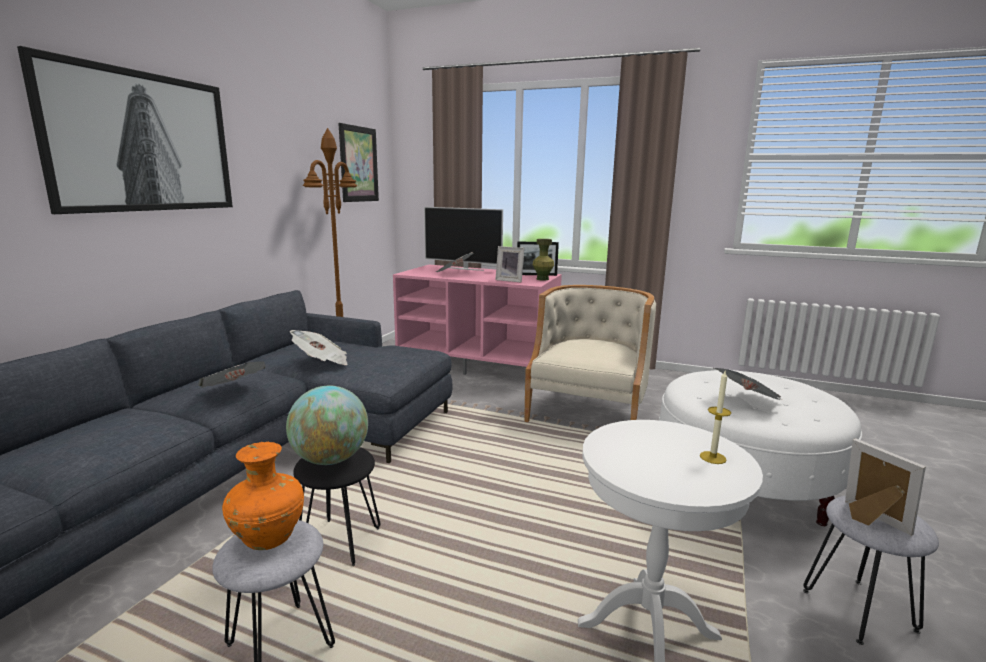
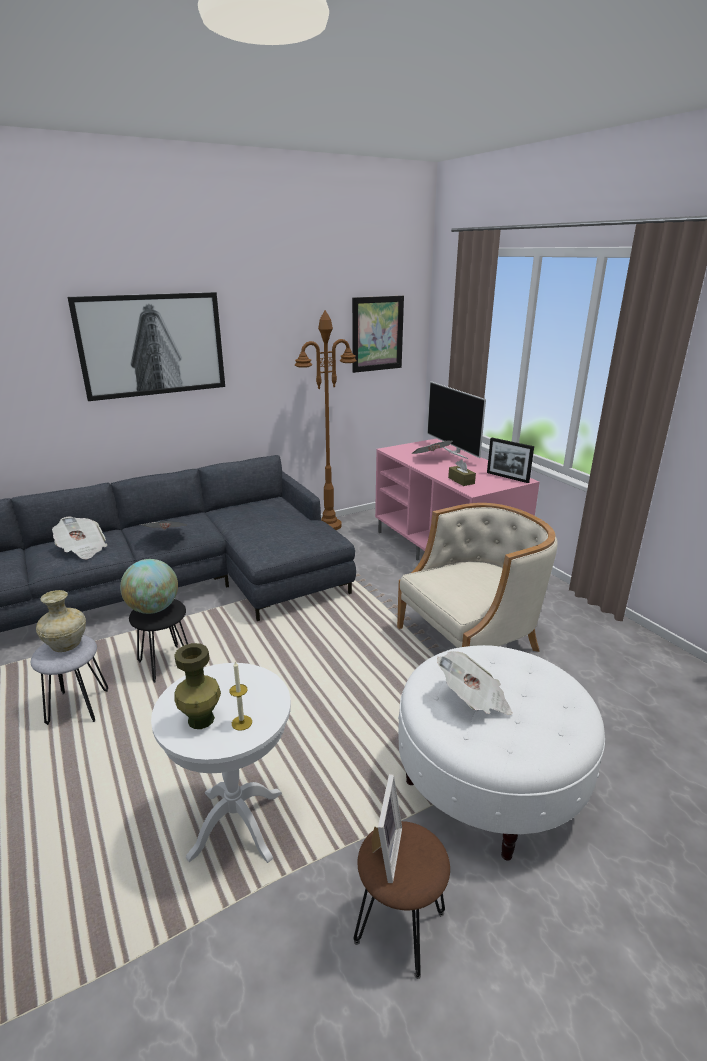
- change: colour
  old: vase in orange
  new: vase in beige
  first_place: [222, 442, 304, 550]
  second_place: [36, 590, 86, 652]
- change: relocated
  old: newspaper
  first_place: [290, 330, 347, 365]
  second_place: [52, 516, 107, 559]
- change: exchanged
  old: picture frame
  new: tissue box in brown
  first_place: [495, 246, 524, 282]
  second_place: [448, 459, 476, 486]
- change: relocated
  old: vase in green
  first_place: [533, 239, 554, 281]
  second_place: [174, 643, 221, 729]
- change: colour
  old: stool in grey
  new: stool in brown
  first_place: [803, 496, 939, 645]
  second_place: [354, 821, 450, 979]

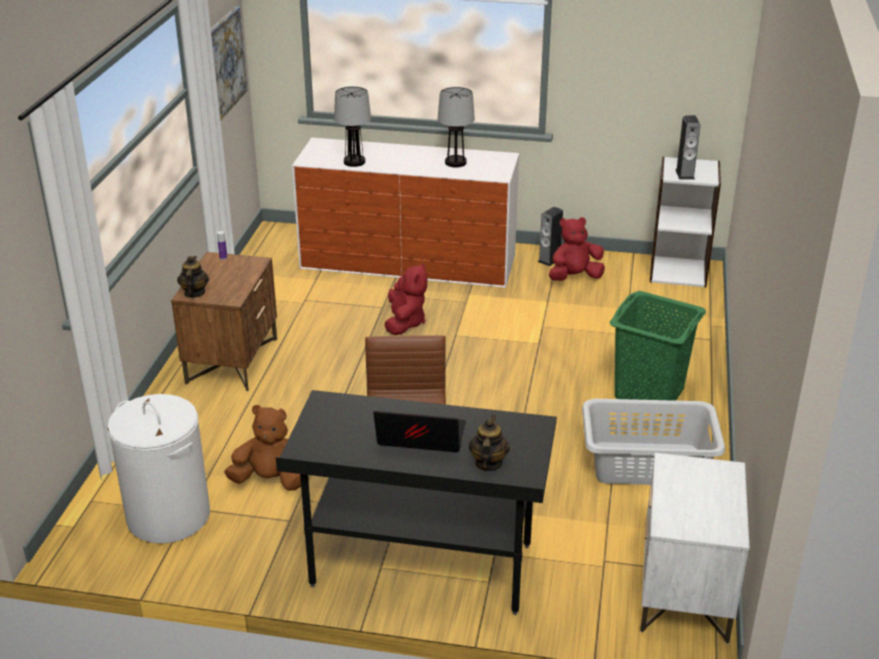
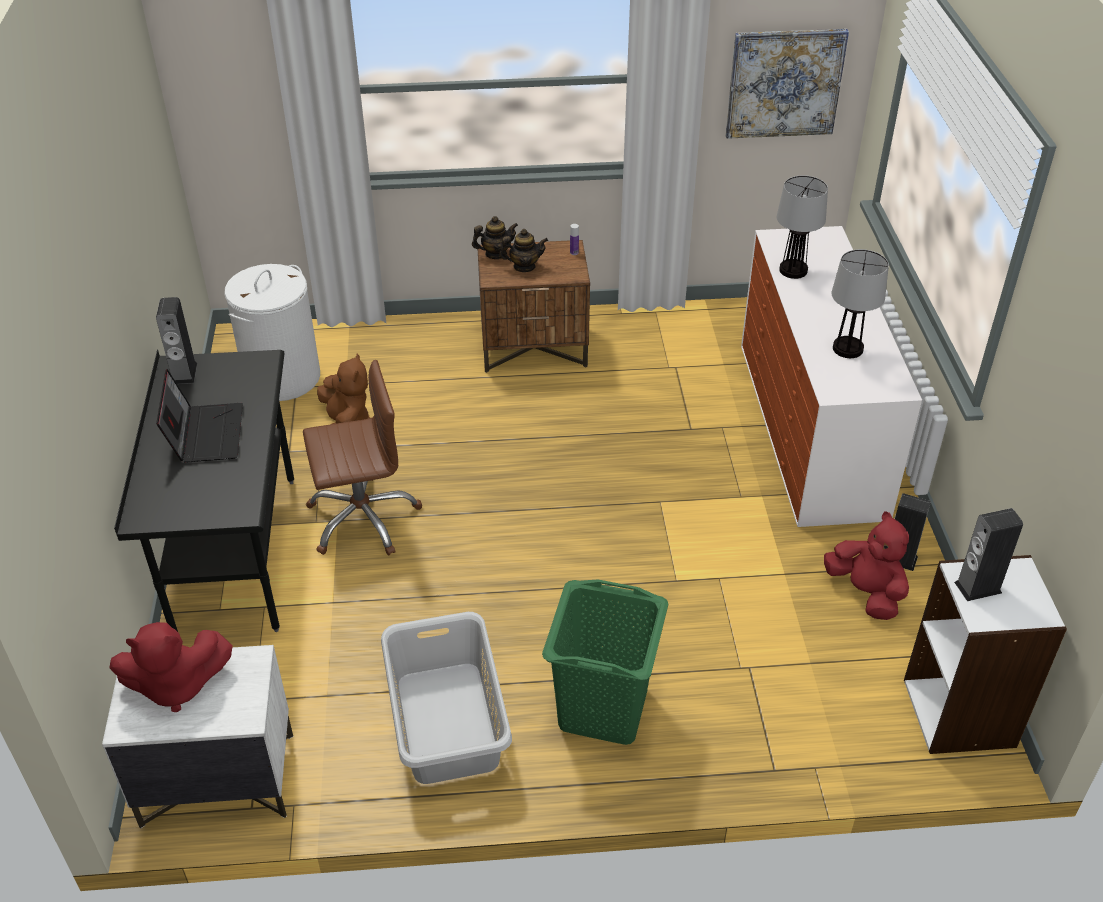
- change: relocated
  old: plush toy in red
  first_place: [384, 263, 427, 335]
  second_place: [109, 622, 233, 712]
- change: relocated
  old: teapot
  first_place: [469, 415, 510, 471]
  second_place: [499, 229, 548, 272]
- change: appeared
  new: speaker
  second_place: [156, 297, 197, 384]

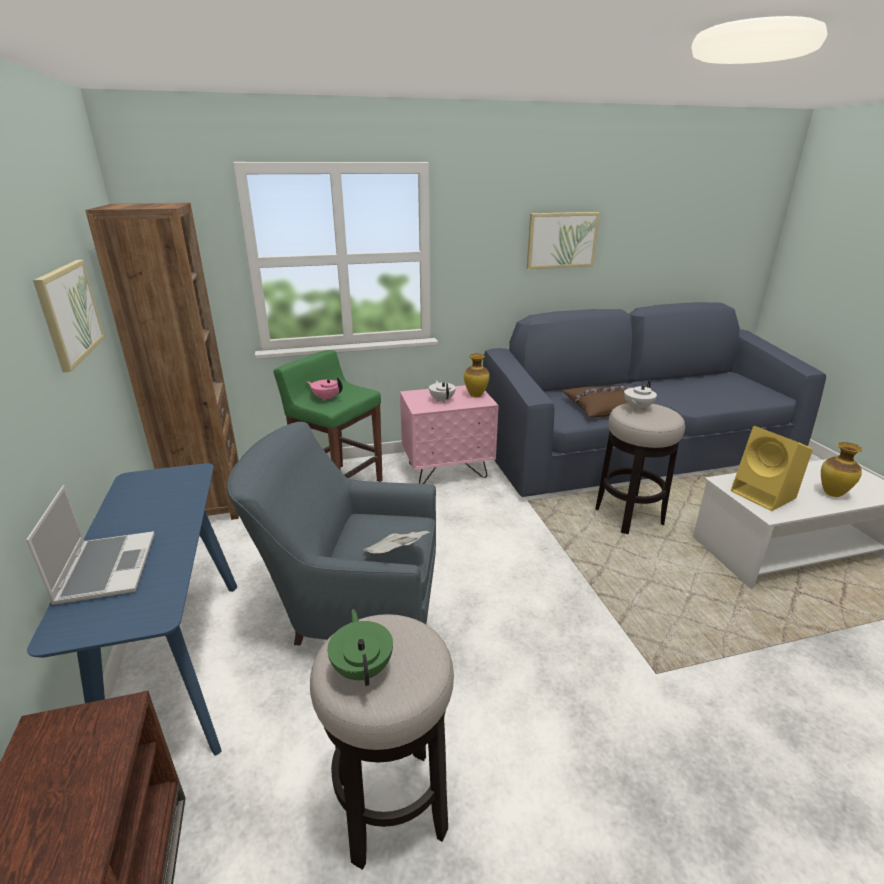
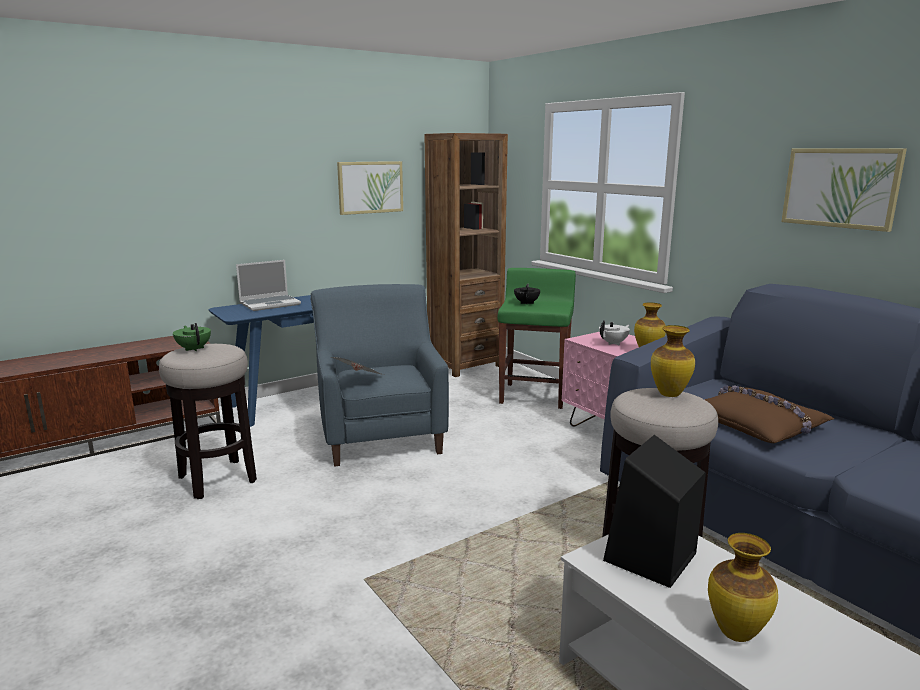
- change: colour
  old: teapot in pink
  new: teapot in black
  first_place: [306, 377, 343, 401]
  second_place: [514, 284, 540, 304]
- change: spun
  old: teapot in green
  first_place: [327, 610, 393, 686]
  second_place: [173, 323, 211, 351]
  degrees: -90
- change: exchanged
  old: teapot in white
  new: vase
  first_place: [624, 378, 657, 411]
  second_place: [651, 325, 695, 397]
- change: colour
  old: speaker in yellow
  new: speaker in black
  first_place: [731, 426, 813, 511]
  second_place: [603, 435, 706, 588]

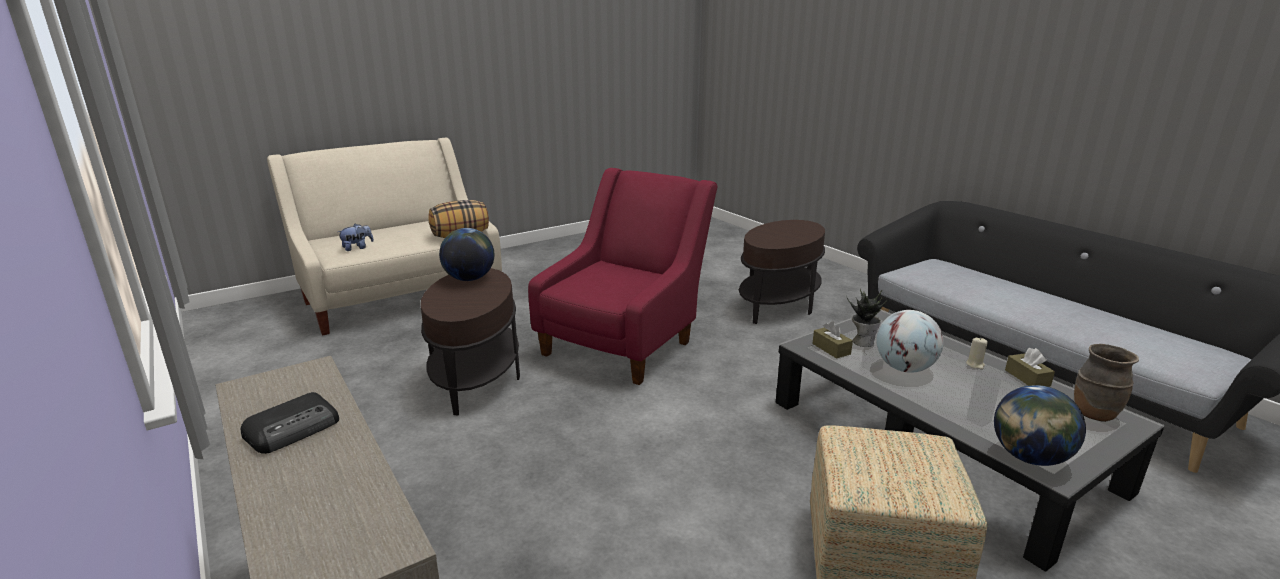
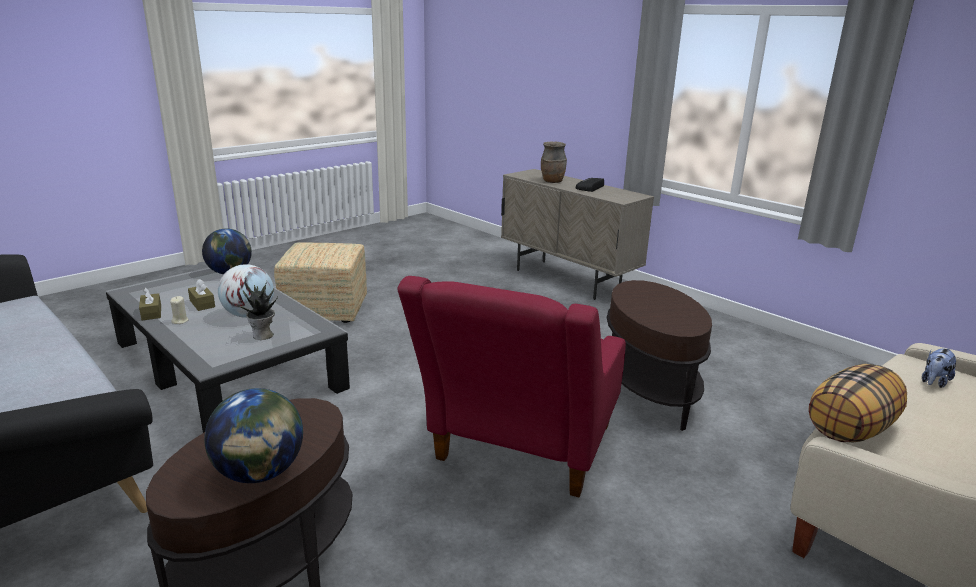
- change: relocated
  old: globe
  first_place: [439, 228, 494, 281]
  second_place: [204, 388, 303, 483]
- change: relocated
  old: tissue box in brown
  first_place: [812, 321, 853, 359]
  second_place: [188, 279, 215, 311]
- change: relocated
  old: vase in brown
  first_place: [1074, 344, 1139, 422]
  second_place: [541, 141, 567, 183]

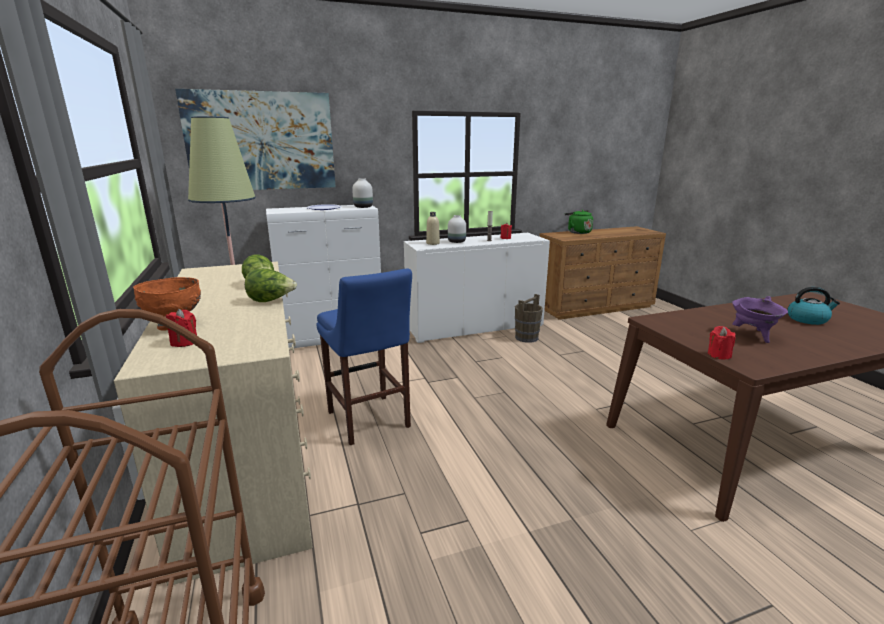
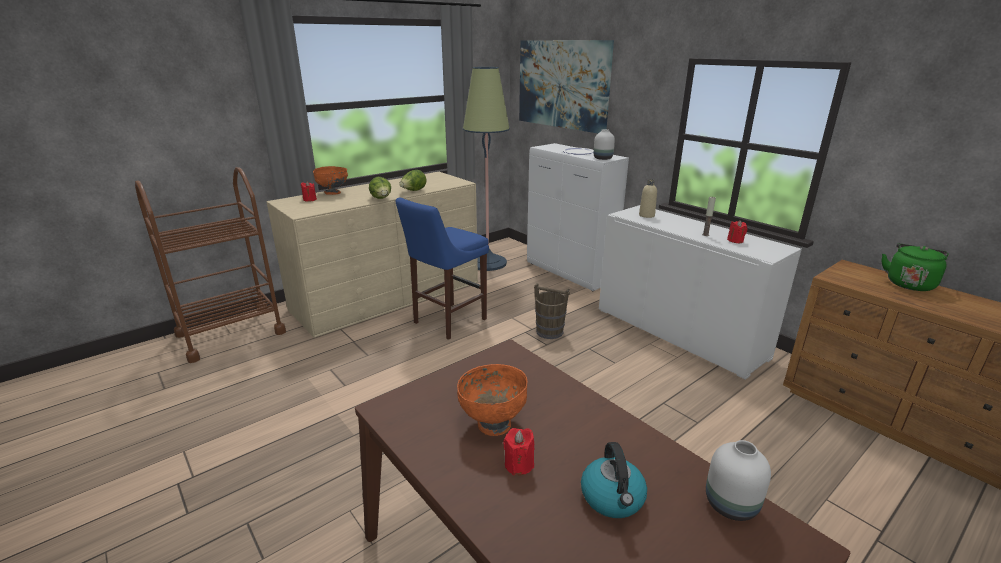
- change: relocated
  old: vase in white
  first_place: [448, 215, 466, 243]
  second_place: [706, 440, 771, 521]
- change: relocated
  old: bucket in brown
  first_place: [515, 294, 543, 343]
  second_place: [534, 283, 570, 339]
- change: relocated
  old: candle in red
  first_place: [708, 326, 736, 360]
  second_place: [503, 428, 534, 475]
- change: exchanged
  old: cooking pot in purple
  new: bowl in orange
  first_place: [732, 296, 788, 343]
  second_place: [457, 364, 527, 436]

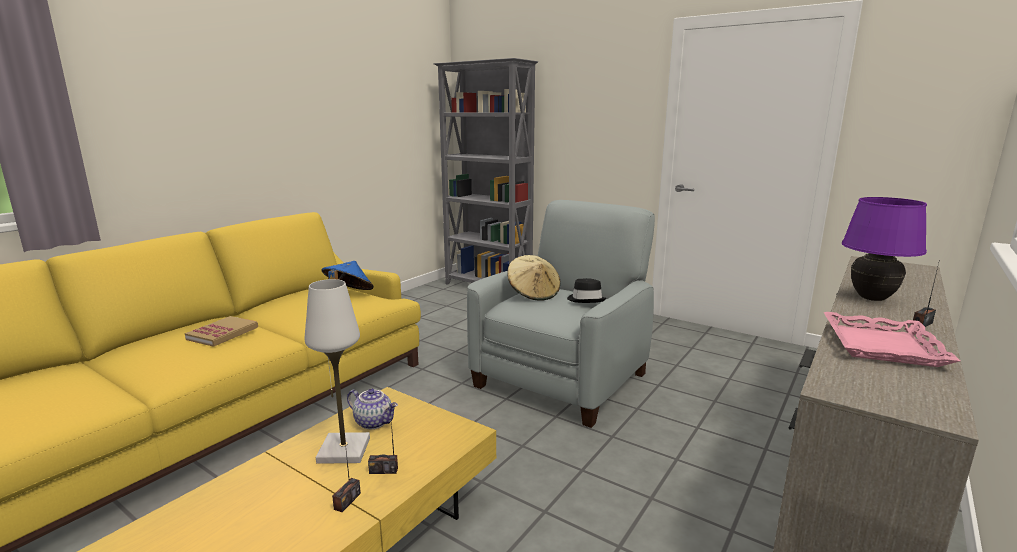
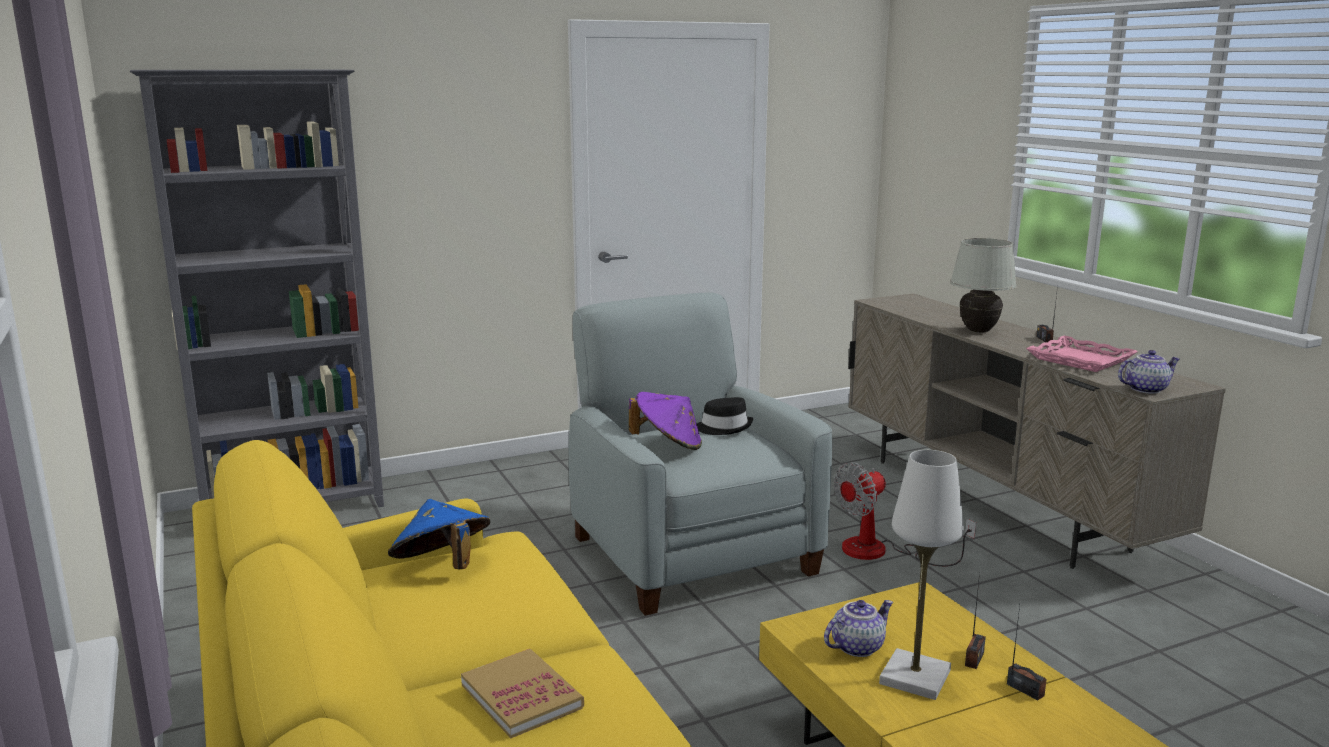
- change: colour
  old: hat in beige
  new: hat in purple
  first_place: [508, 255, 561, 301]
  second_place: [629, 392, 702, 450]
- change: colour
  old: table lamp in purple
  new: table lamp in white
  first_place: [841, 197, 927, 301]
  second_place: [950, 238, 1017, 333]
- change: appeared
  new: fan
  second_place: [833, 462, 976, 567]
- change: appeared
  new: teapot
  second_place: [1118, 350, 1180, 394]

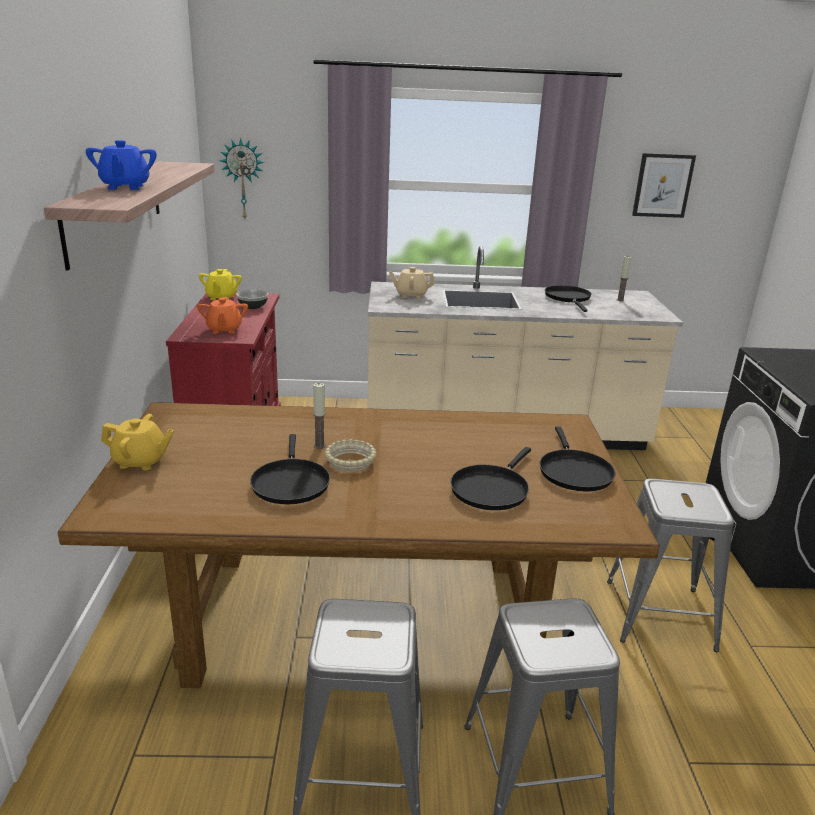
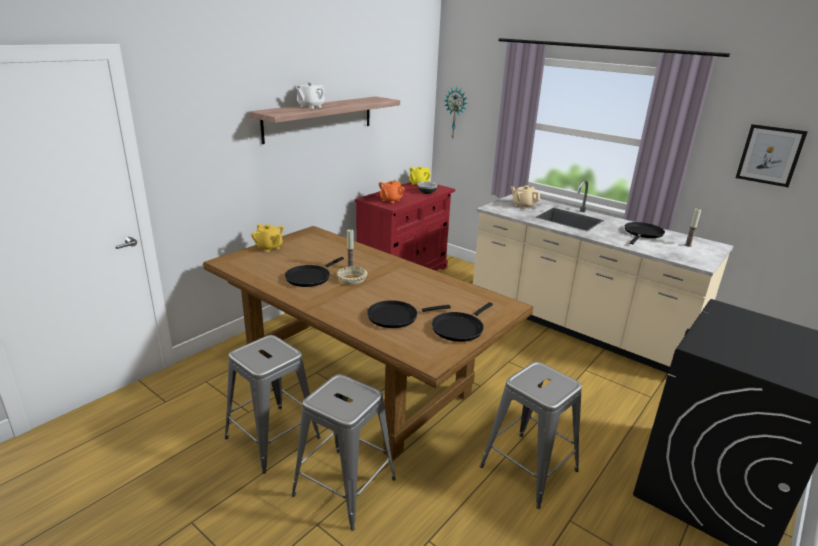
- change: colour
  old: teapot in blue
  new: teapot in white
  first_place: [86, 140, 157, 190]
  second_place: [296, 82, 325, 109]

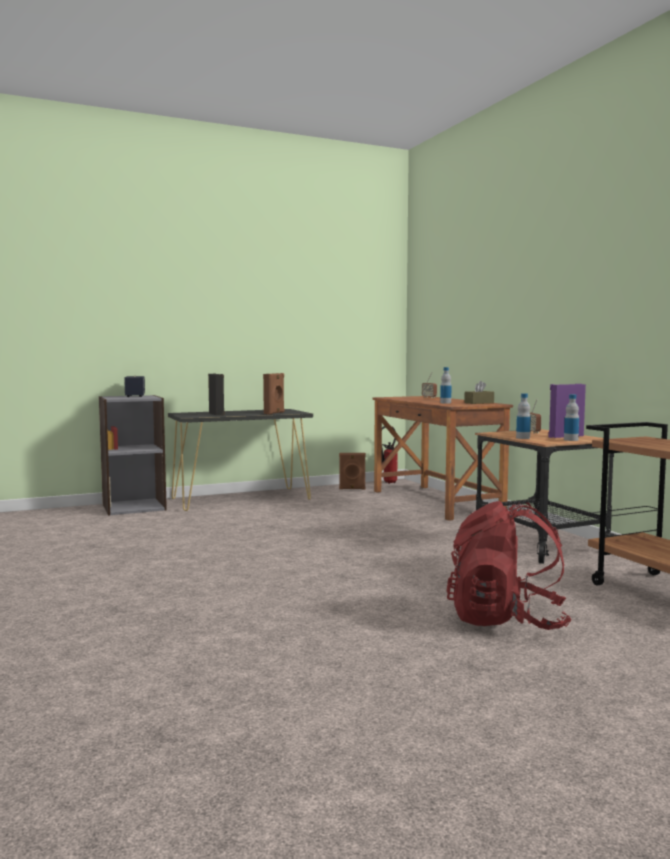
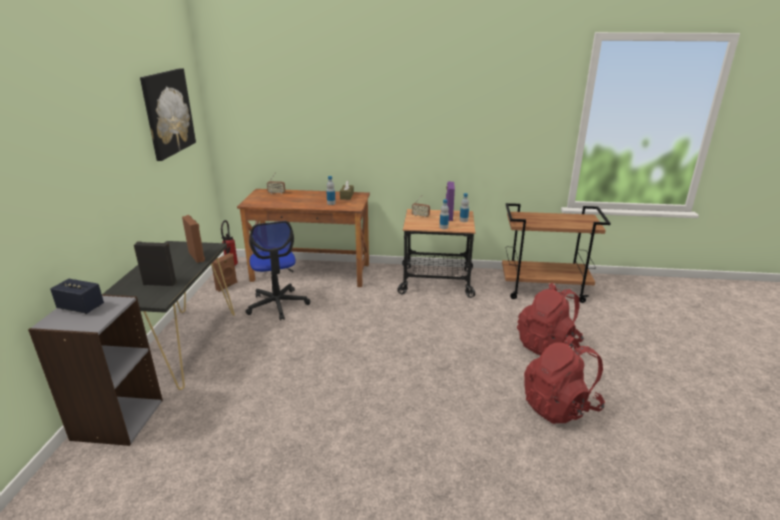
- change: appeared
  new: picture
  second_place: [140, 68, 196, 161]
- change: appeared
  new: office chair
  second_place: [245, 221, 310, 321]
- change: appeared
  new: backpack in red
  second_place: [524, 335, 605, 424]

